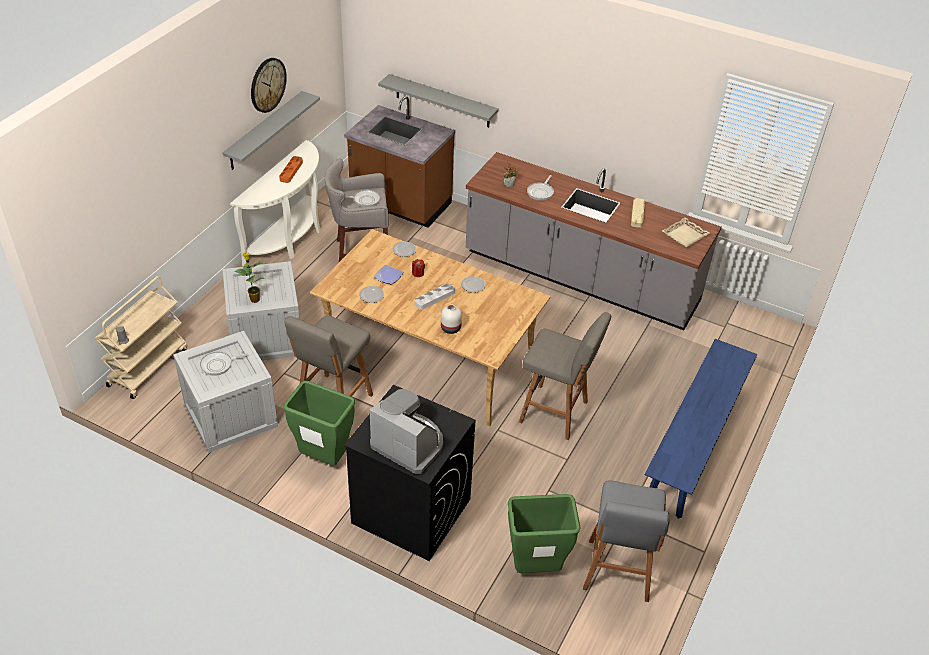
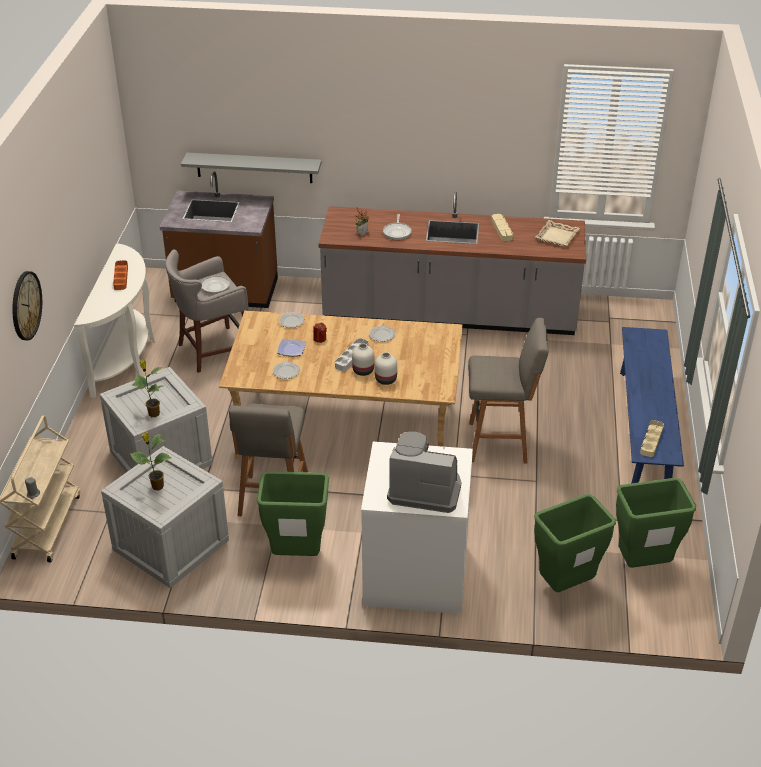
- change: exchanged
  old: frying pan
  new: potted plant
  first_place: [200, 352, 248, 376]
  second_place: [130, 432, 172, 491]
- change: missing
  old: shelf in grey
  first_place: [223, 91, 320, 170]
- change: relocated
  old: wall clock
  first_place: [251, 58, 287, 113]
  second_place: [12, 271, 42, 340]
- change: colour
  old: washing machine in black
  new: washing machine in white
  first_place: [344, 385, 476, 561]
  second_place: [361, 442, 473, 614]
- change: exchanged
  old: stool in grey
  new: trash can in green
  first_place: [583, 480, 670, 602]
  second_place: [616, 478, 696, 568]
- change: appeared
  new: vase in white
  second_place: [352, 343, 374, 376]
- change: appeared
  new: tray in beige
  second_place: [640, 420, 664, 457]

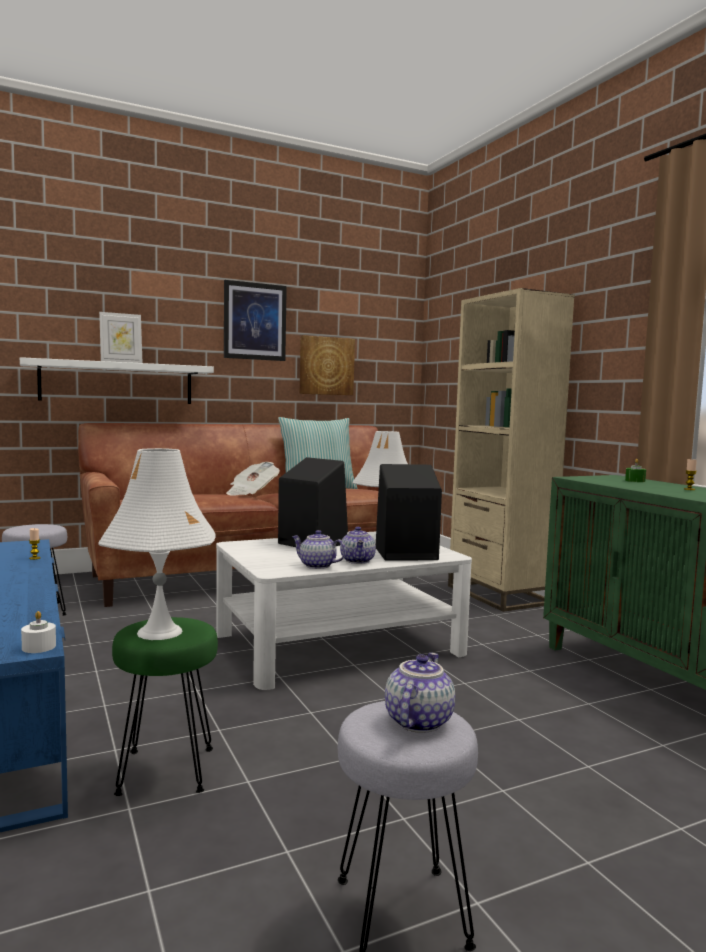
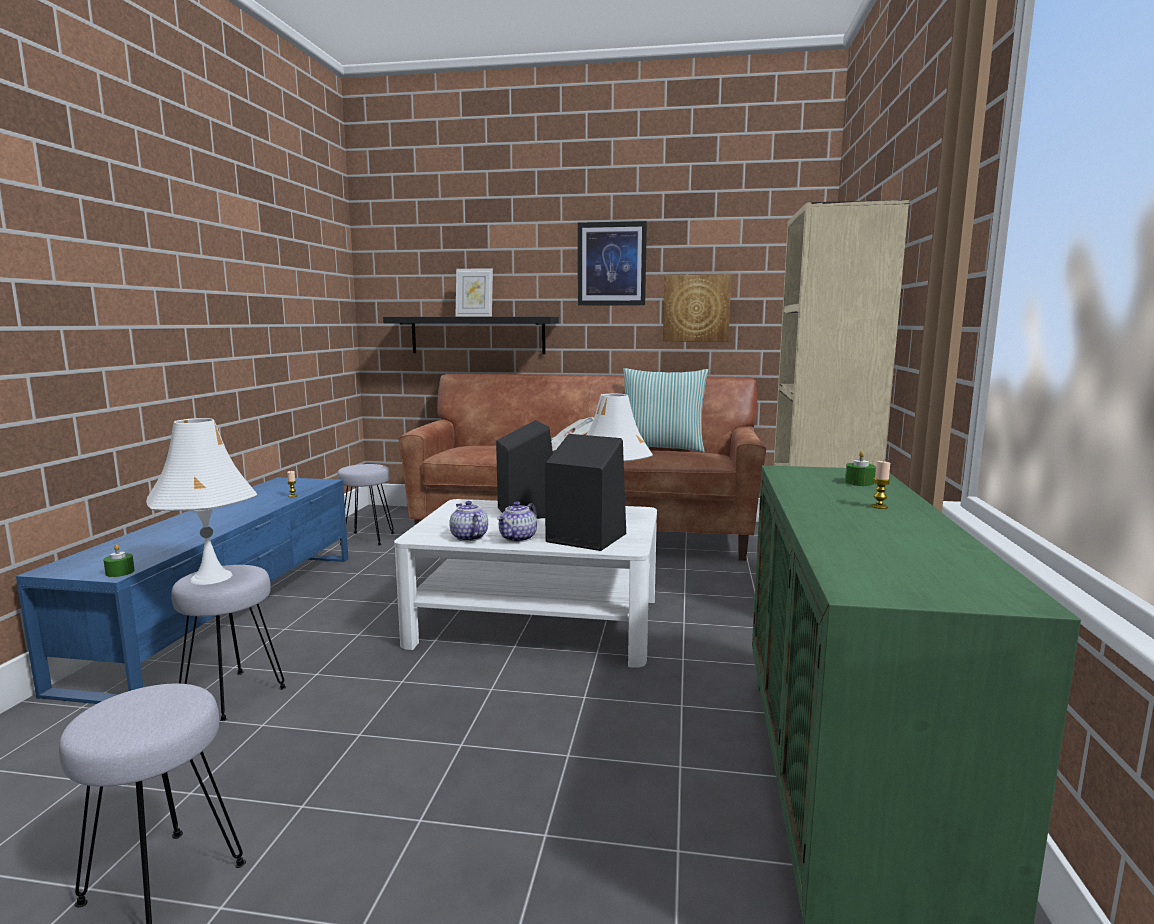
- change: colour
  old: shelf in white
  new: shelf in black
  first_place: [20, 357, 214, 404]
  second_place: [383, 317, 559, 354]
- change: colour
  old: candle in white
  new: candle in green
  first_place: [21, 611, 56, 653]
  second_place: [103, 544, 135, 577]
- change: colour
  old: stool in green
  new: stool in grey
  first_place: [112, 617, 218, 796]
  second_place: [171, 565, 286, 721]
- change: missing
  old: teapot
  first_place: [385, 653, 455, 733]

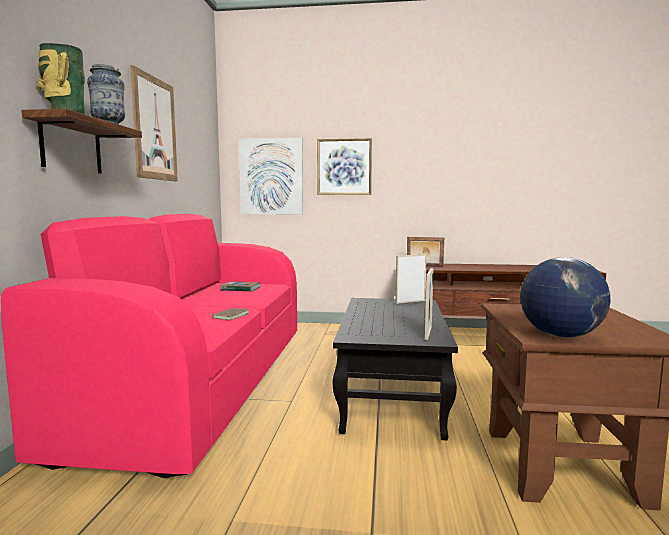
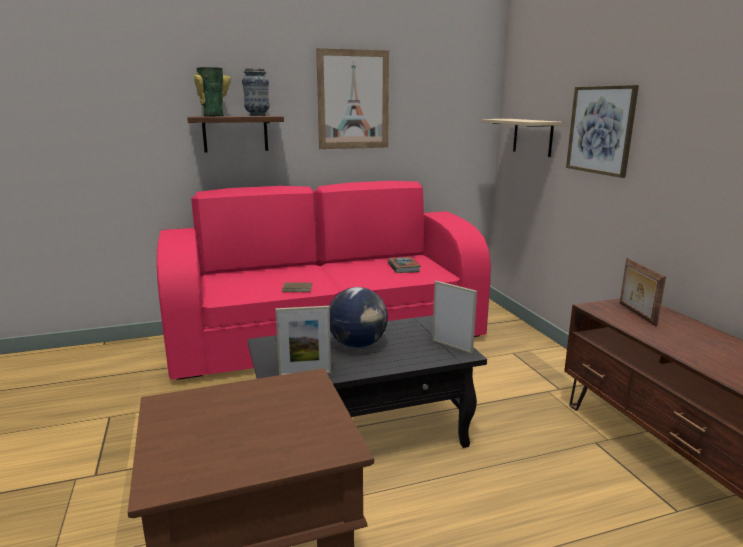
- change: exchanged
  old: picture
  new: shelf in beige
  first_place: [238, 138, 303, 215]
  second_place: [481, 119, 562, 157]
- change: relocated
  old: globe
  first_place: [520, 257, 610, 338]
  second_place: [329, 287, 388, 348]

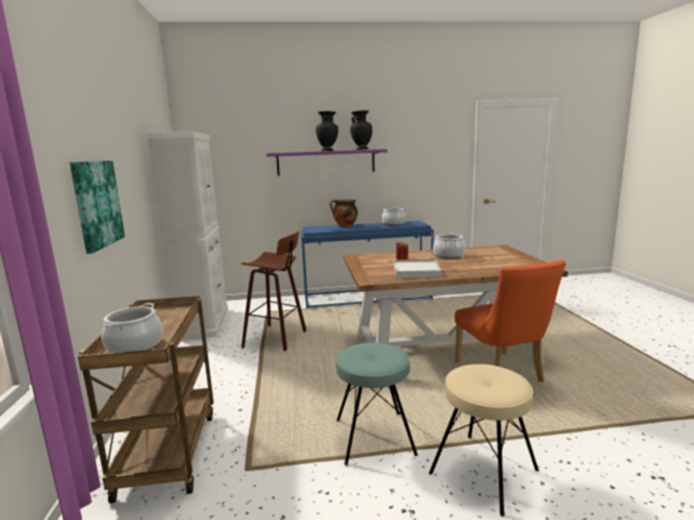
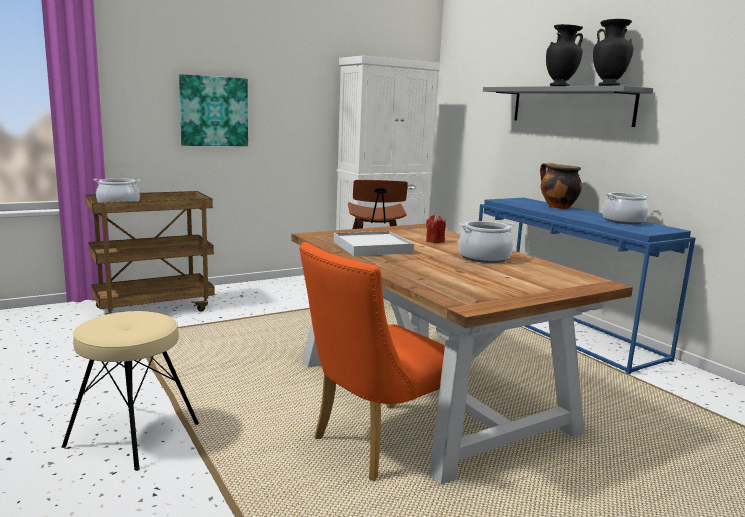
- change: colour
  old: shelf in purple
  new: shelf in grey
  first_place: [267, 149, 387, 176]
  second_place: [483, 86, 653, 127]
- change: missing
  old: stool in turquoise
  first_place: [336, 343, 418, 465]

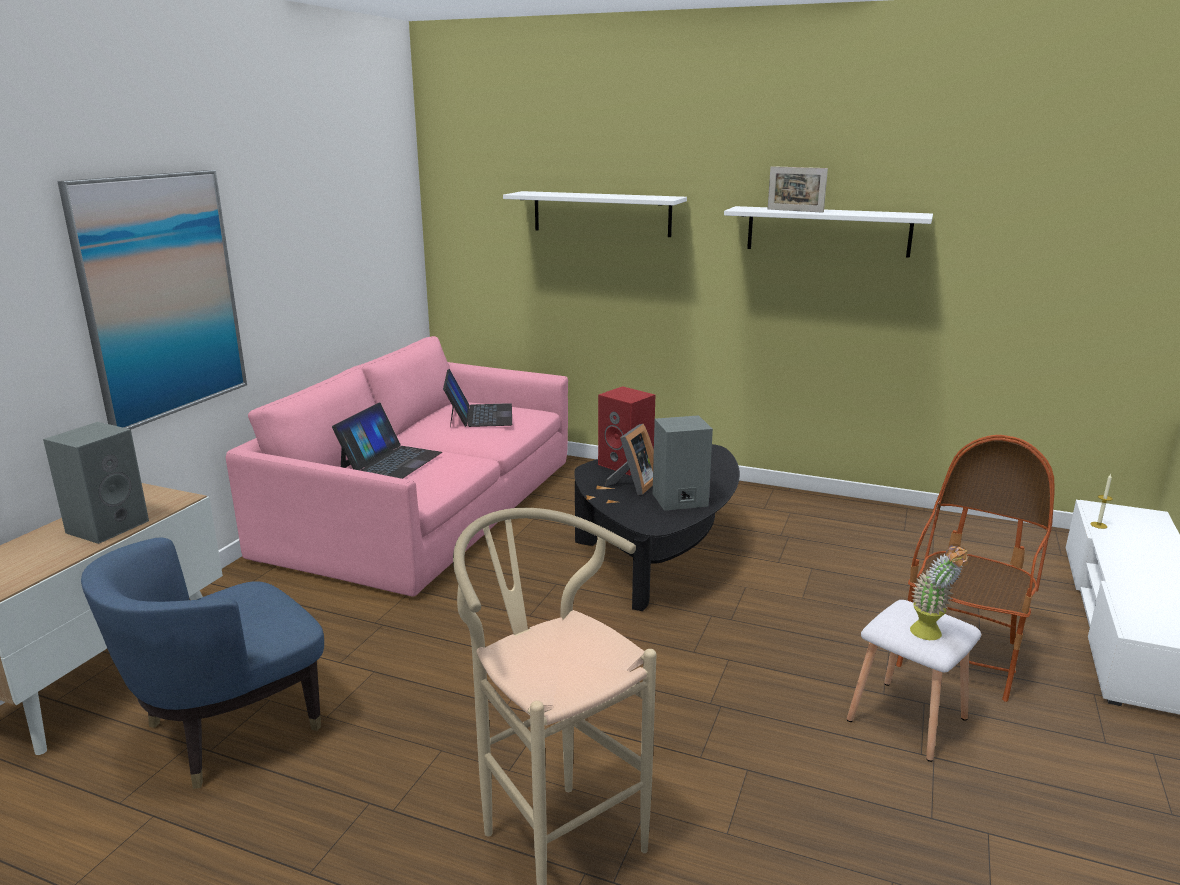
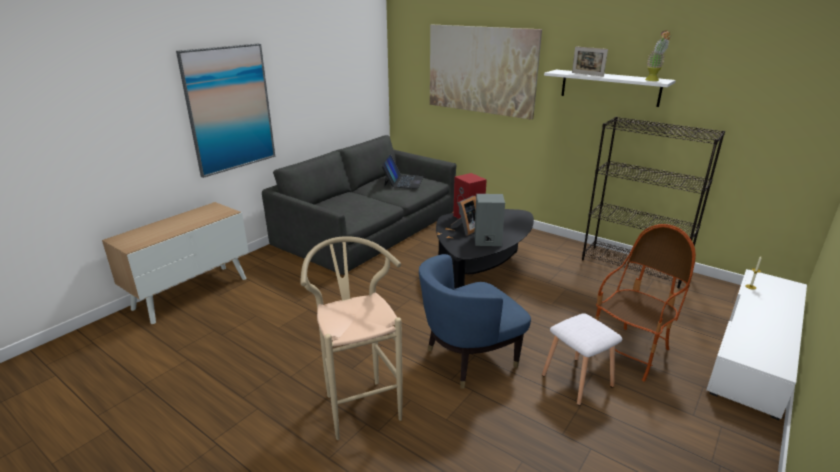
- change: missing
  old: speaker in grey
  first_place: [43, 422, 149, 544]
- change: relocated
  old: armchair in blue
  first_place: [81, 538, 324, 789]
  second_place: [419, 254, 531, 389]
- change: colour
  old: sofa in pink
  new: sofa in grey
  first_place: [226, 336, 568, 597]
  second_place: [262, 135, 456, 275]
- change: missing
  old: laptop
  first_place: [332, 403, 442, 479]
- change: exchanged
  old: shelf in white
  new: picture
  first_place: [503, 191, 687, 237]
  second_place: [430, 25, 542, 120]
- change: relocated
  old: potted plant
  first_place: [910, 544, 969, 640]
  second_place: [645, 30, 671, 81]
- change: appeared
  new: bookcase in black
  second_place: [582, 117, 725, 288]

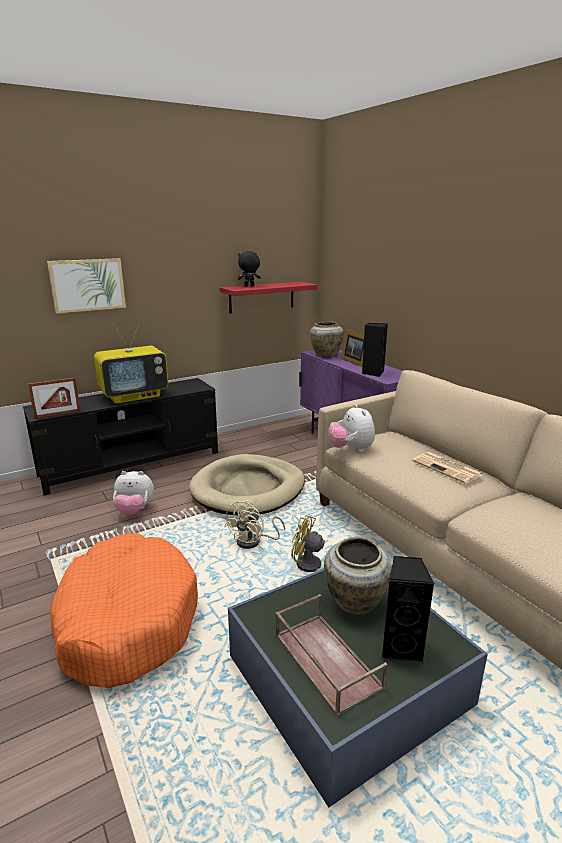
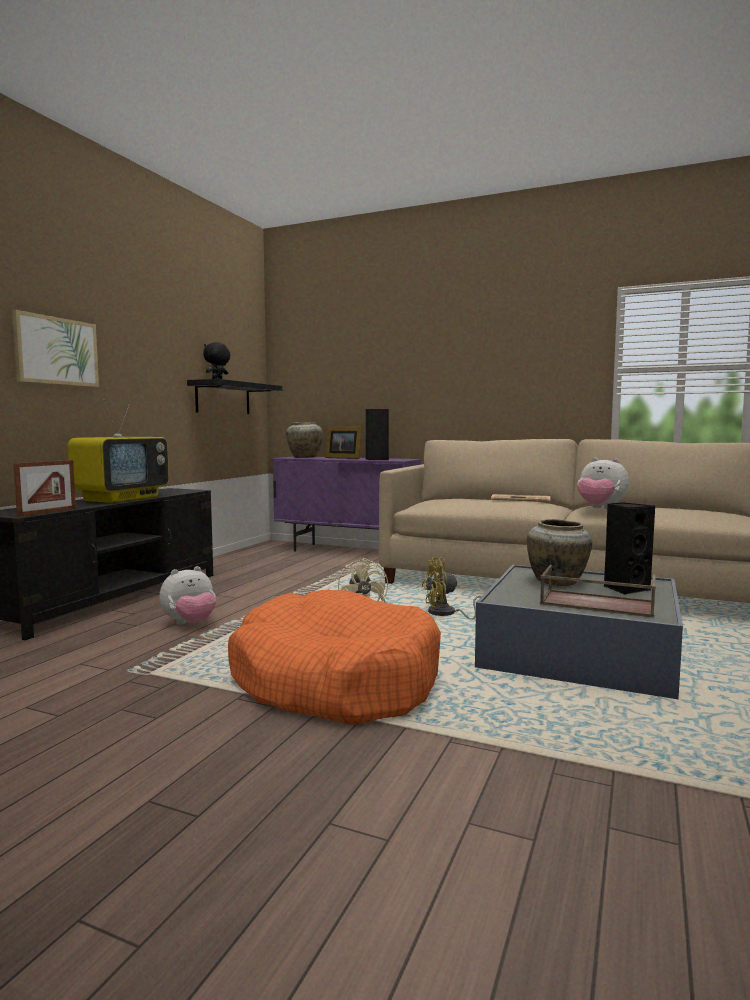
- change: missing
  old: dog bed in beige
  first_place: [189, 454, 305, 515]
- change: colour
  old: shelf in red
  new: shelf in black
  first_place: [219, 282, 318, 314]
  second_place: [187, 379, 282, 414]
- change: relocated
  old: plush toy
  first_place: [328, 404, 375, 452]
  second_place: [577, 457, 629, 509]

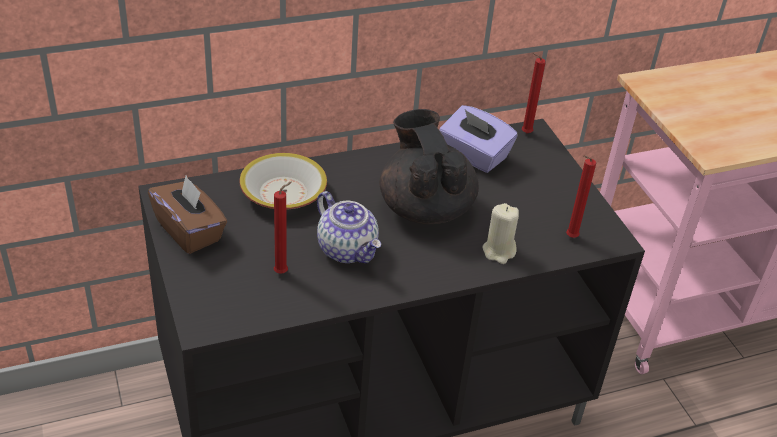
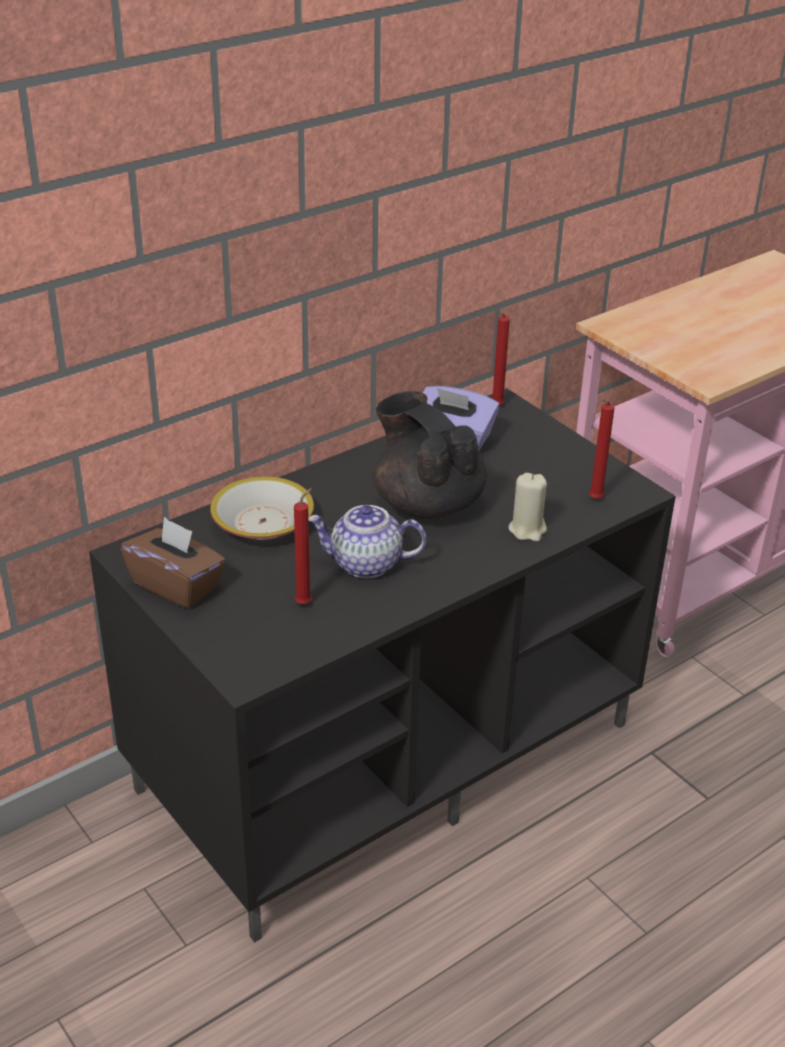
- change: spun
  old: teapot
  first_place: [317, 191, 381, 264]
  second_place: [309, 505, 426, 578]
  degrees: 150

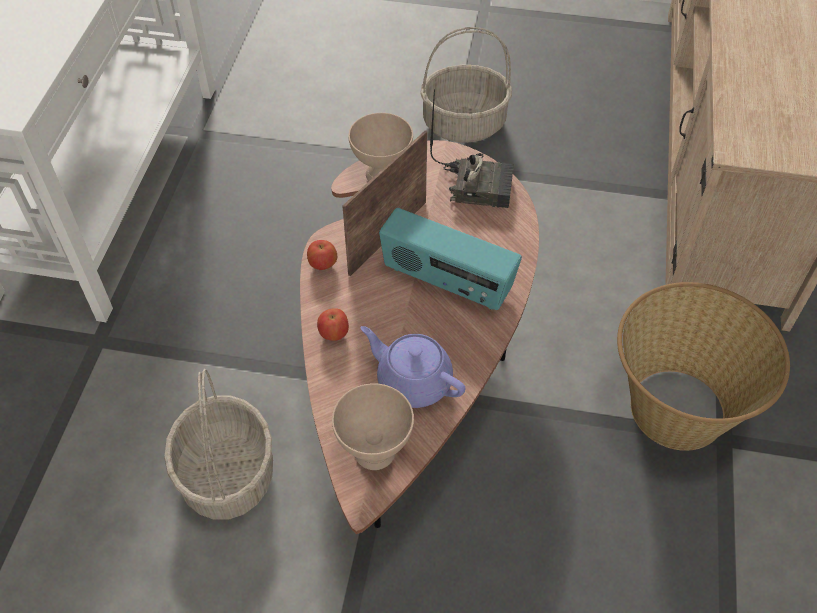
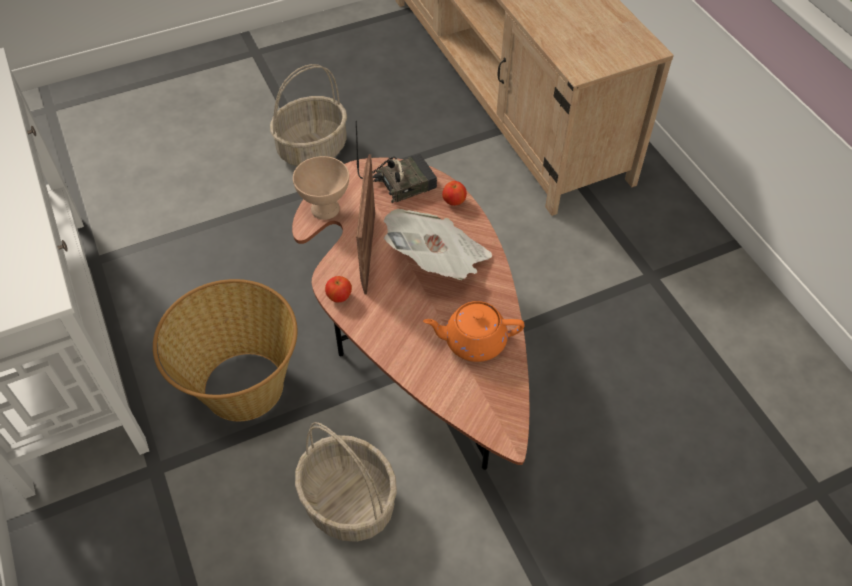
- change: relocated
  old: apple
  first_place: [317, 308, 349, 341]
  second_place: [442, 181, 467, 206]
- change: missing
  old: bowl in beige
  first_place: [332, 383, 414, 470]
- change: colour
  old: teapot in purple
  new: teapot in orange
  first_place: [360, 326, 465, 408]
  second_place: [423, 301, 525, 362]
- change: exchanged
  old: radio
  new: newspaper
  first_place: [379, 208, 522, 310]
  second_place: [384, 209, 492, 280]
- change: relocated
  old: basket
  first_place: [617, 282, 790, 451]
  second_place: [153, 279, 297, 421]

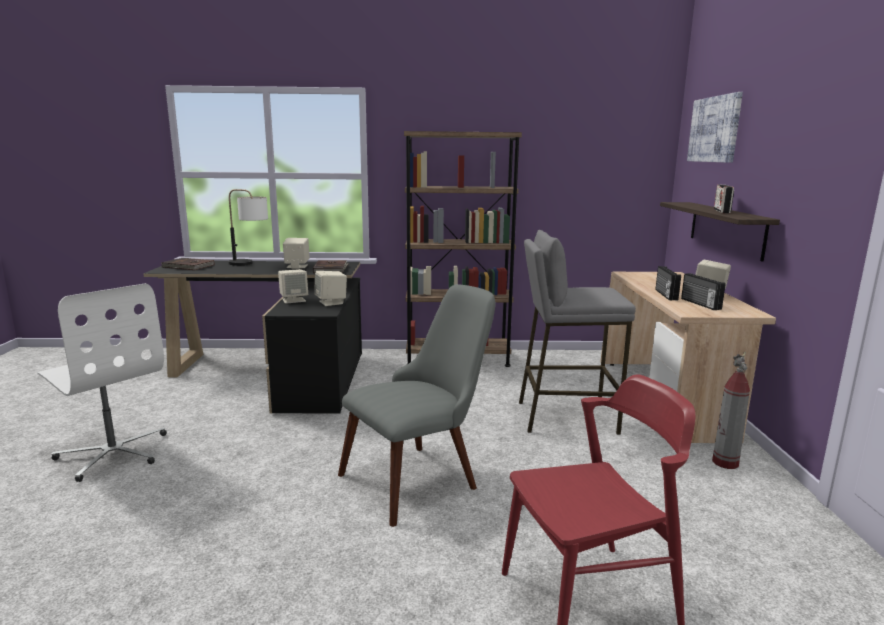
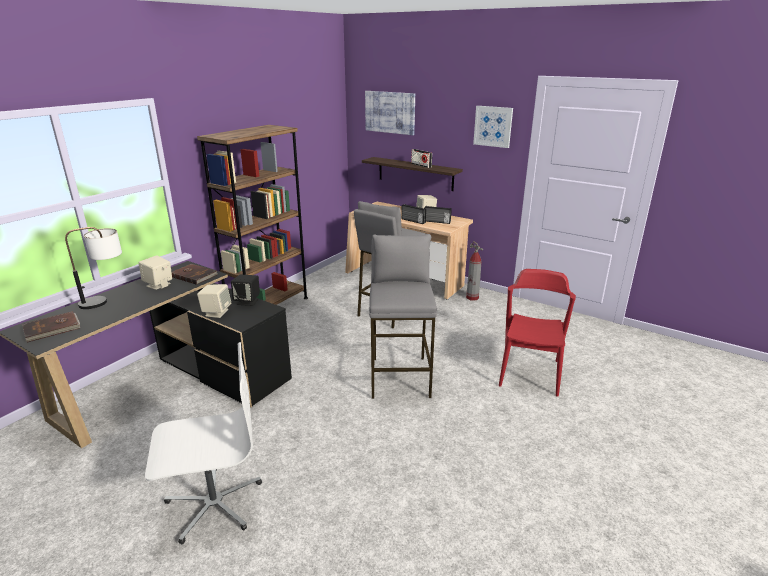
- change: colour
  old: speaker in beige
  new: speaker in black
  first_place: [314, 271, 347, 306]
  second_place: [231, 275, 260, 306]
- change: exchanged
  old: chair in grey
  new: stool in grey
  first_place: [338, 284, 496, 527]
  second_place: [369, 234, 437, 399]
- change: appeared
  new: picture
  second_place: [473, 106, 513, 148]

